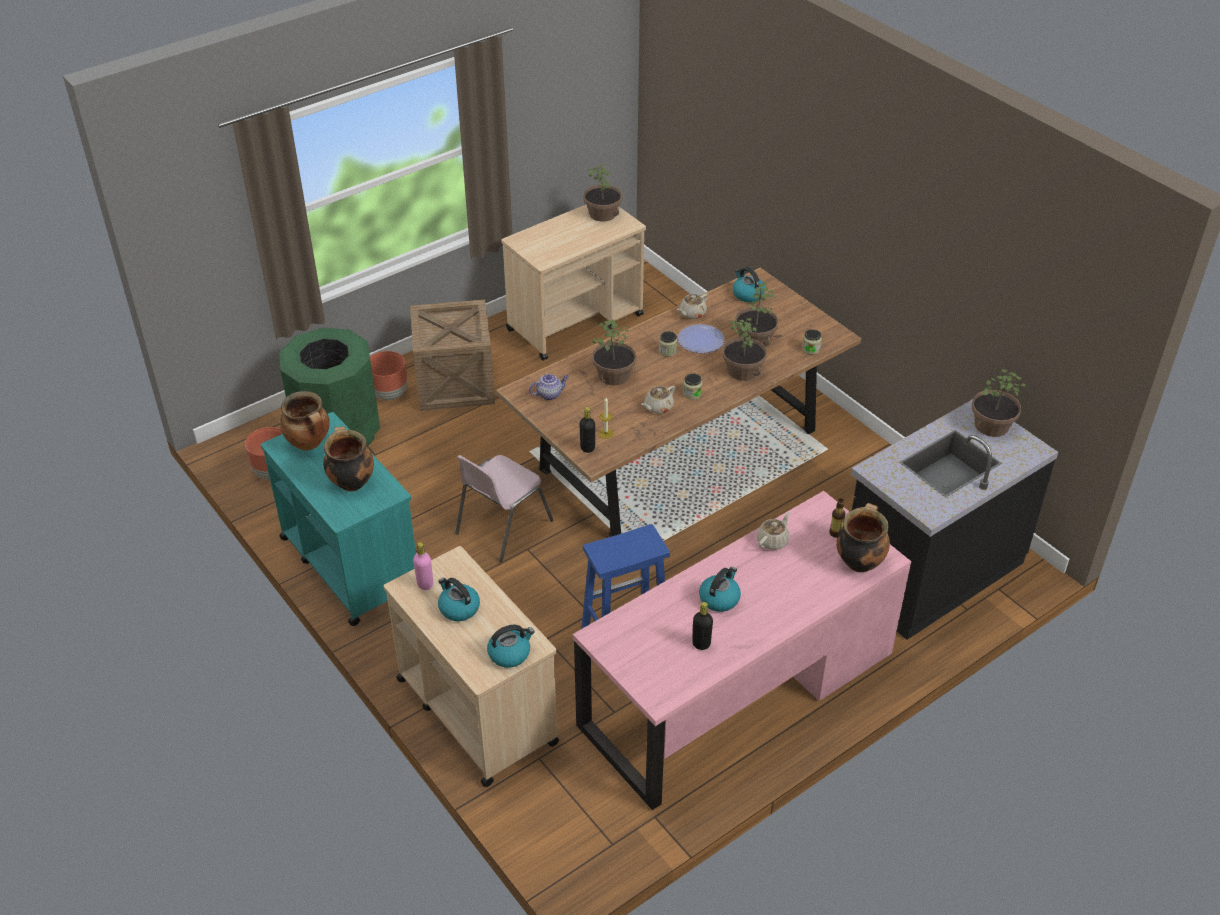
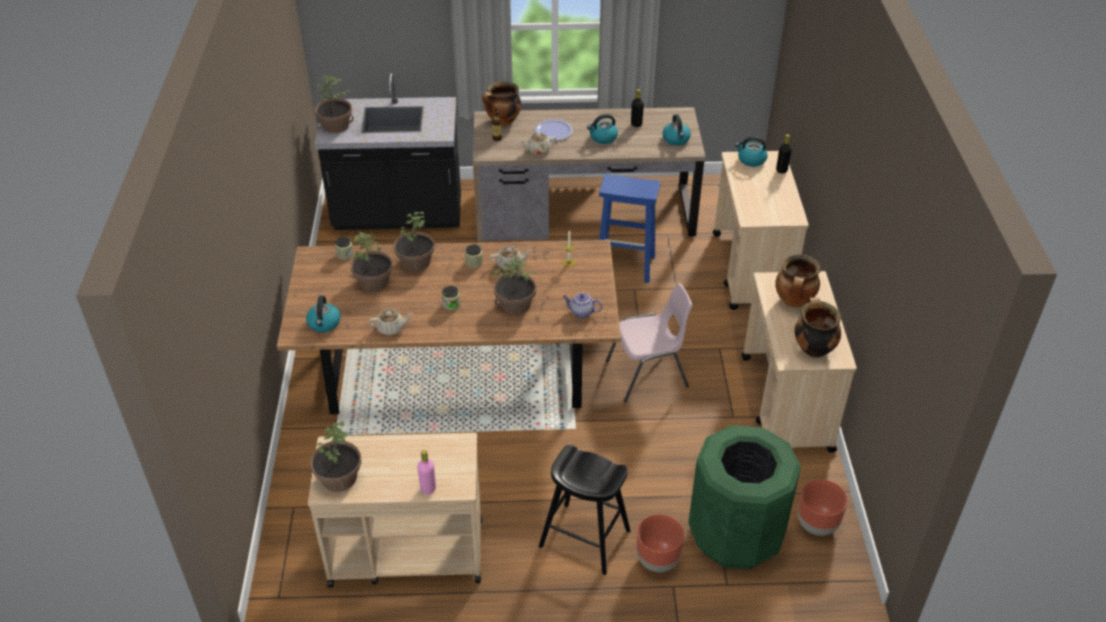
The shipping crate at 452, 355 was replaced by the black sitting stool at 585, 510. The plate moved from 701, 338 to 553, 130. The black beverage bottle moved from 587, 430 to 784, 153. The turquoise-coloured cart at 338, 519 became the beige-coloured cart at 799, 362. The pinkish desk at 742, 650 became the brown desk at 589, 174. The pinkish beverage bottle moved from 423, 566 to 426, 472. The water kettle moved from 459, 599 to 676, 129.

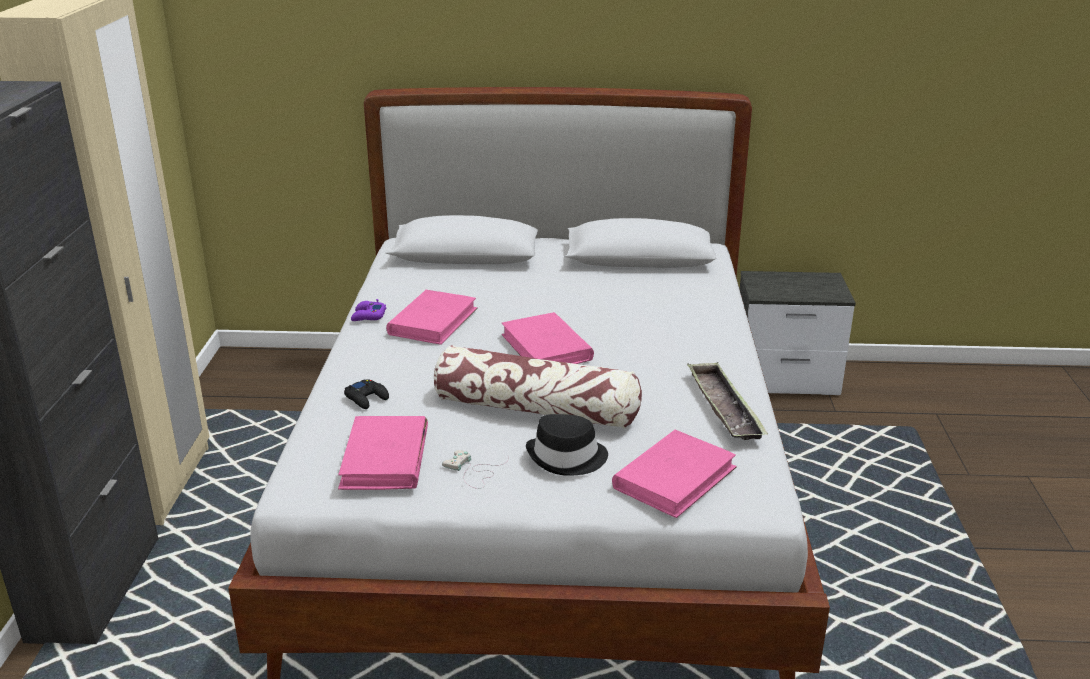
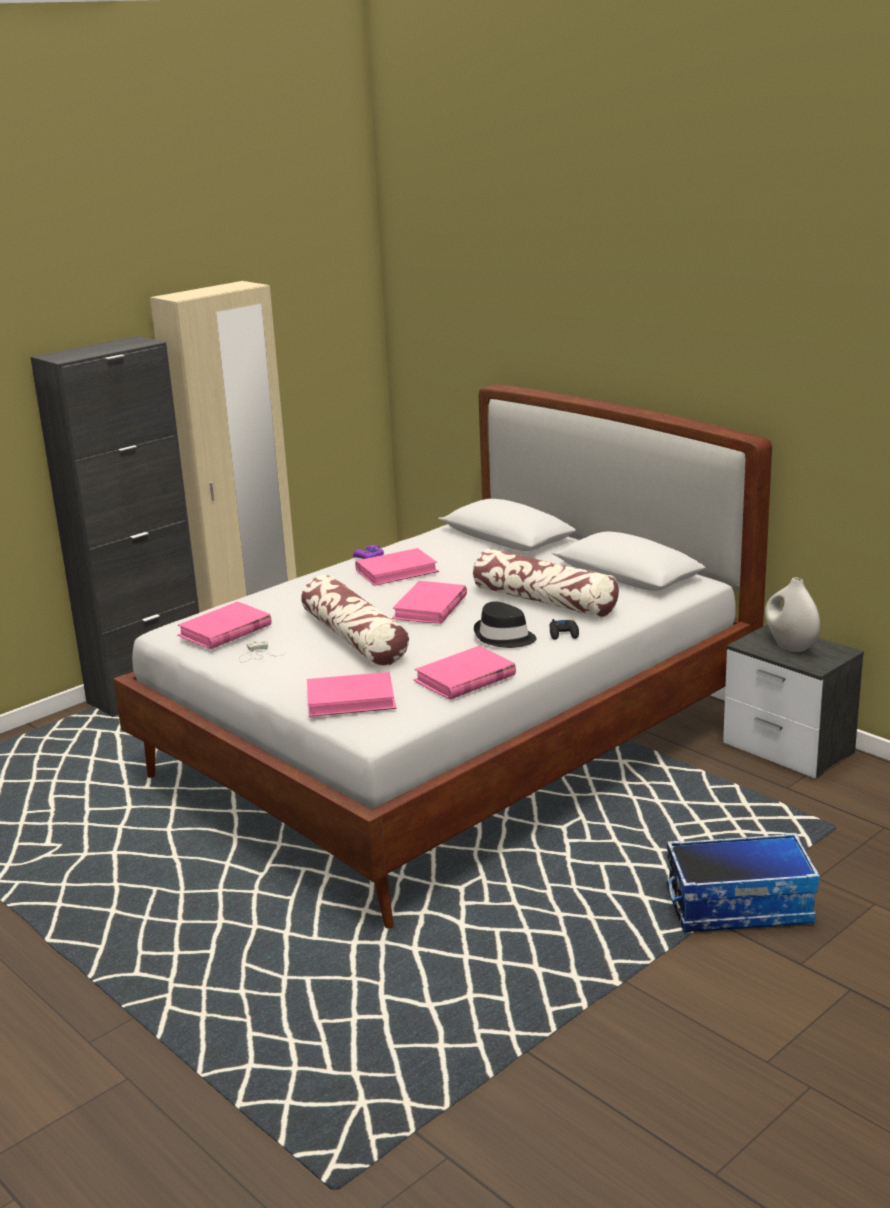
The serving tray at 727, 401 was replaced by the pinkish book at 465, 673. The black gamepad moved from 366, 394 to 564, 629. The black wearable hat moved from 567, 445 to 505, 624. The cushion at 546, 583 appeared. The white-coloured vase at 792, 614 appeared. The storage container at 743, 882 appeared.

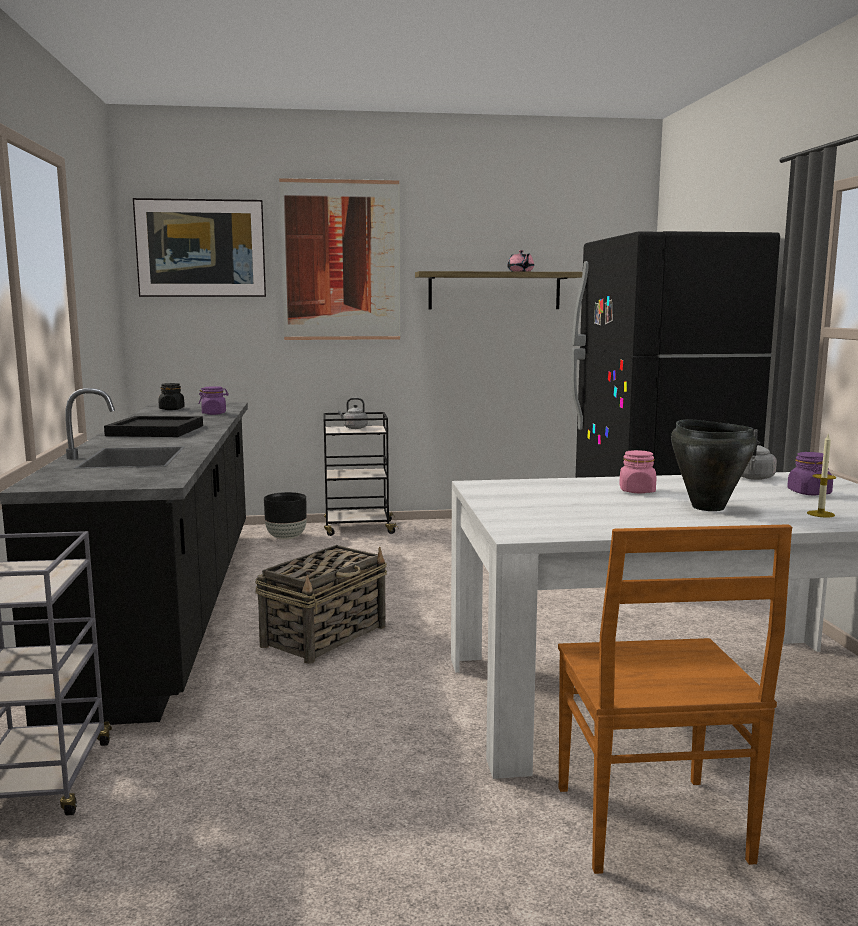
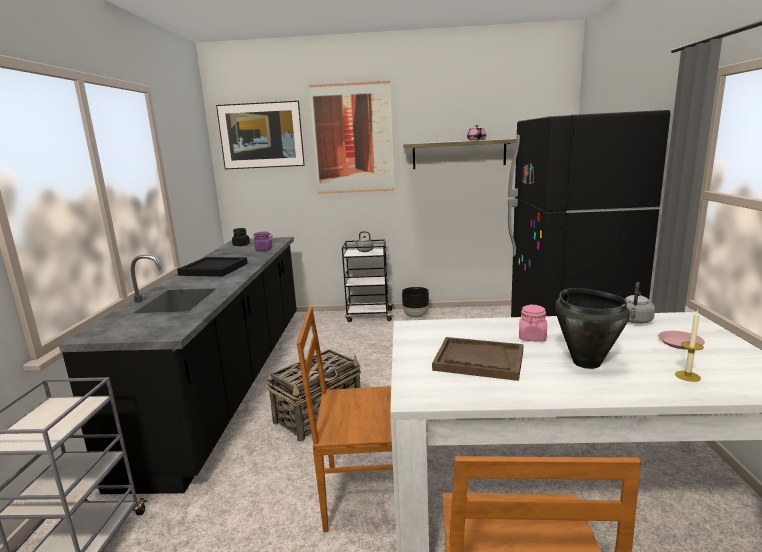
The purple-coloured storage jar at 810, 473 was replaced by the pinkish plate at 681, 340. The black plant pot moved from 285, 516 to 415, 302. The brown plain chair at 345, 419 appeared. The brown serving tray at 478, 359 appeared.

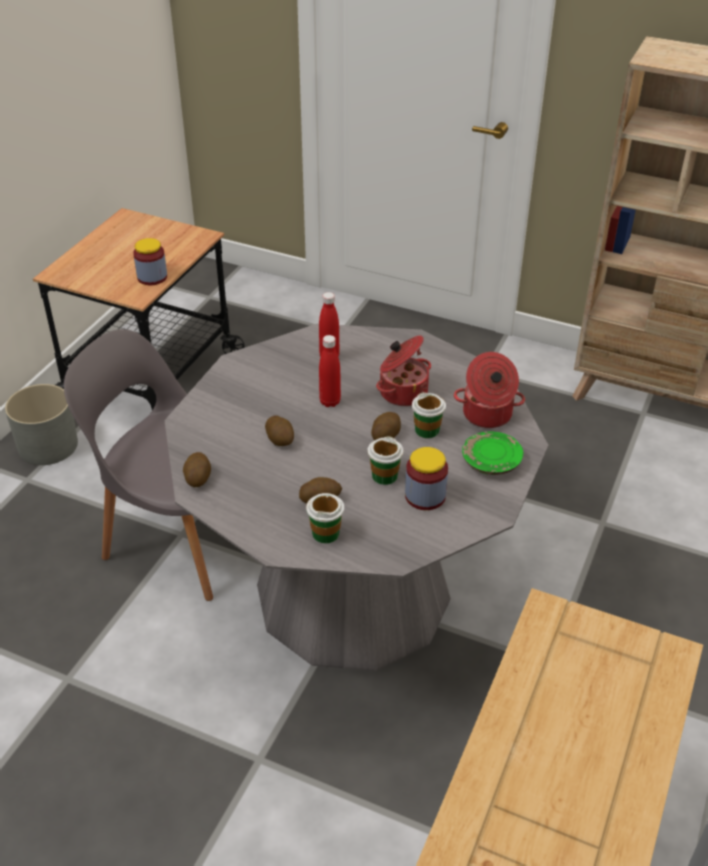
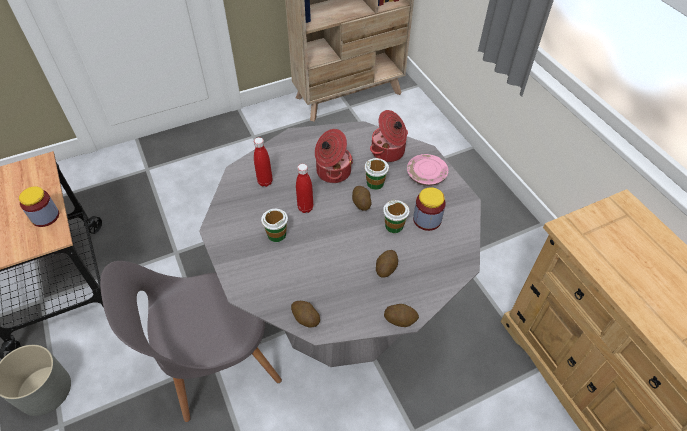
The whole potato moved from 279, 430 to 401, 315. The greenish plate at 492, 453 became the pinkish plate at 427, 170. The cup moved from 325, 518 to 274, 225.

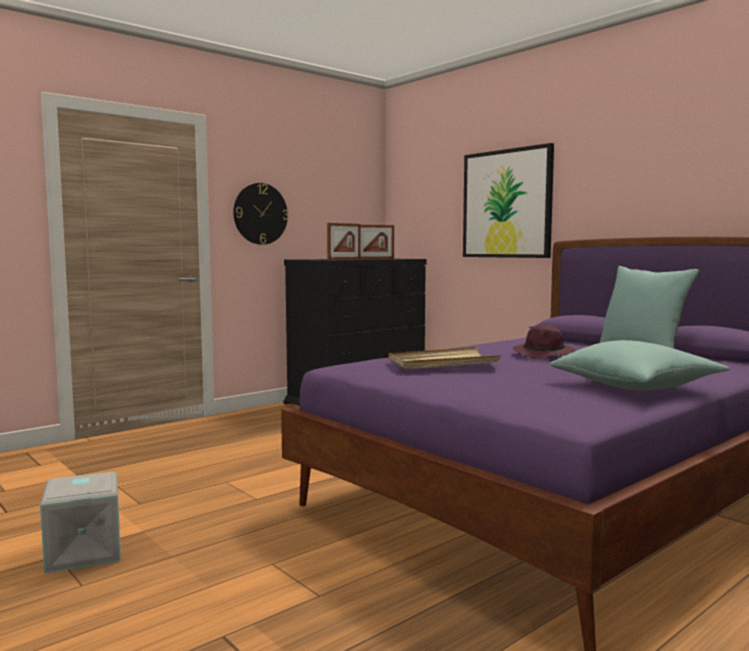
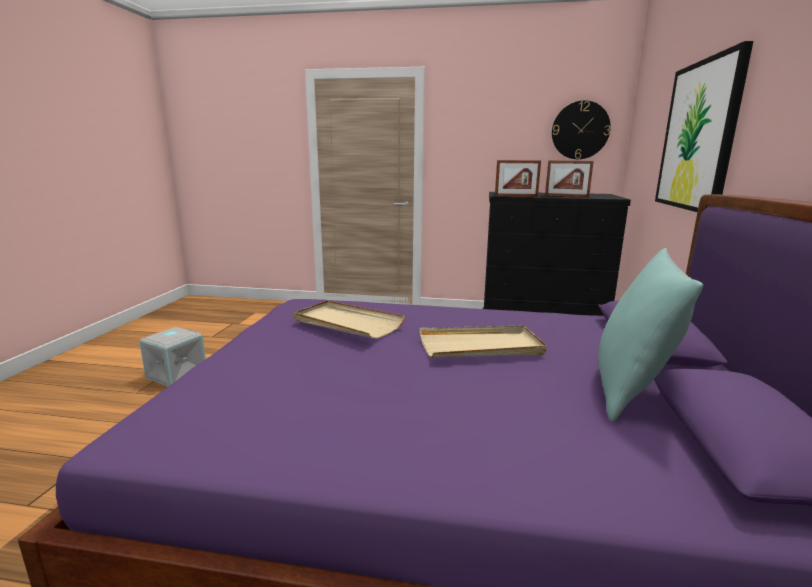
The hanging clock moved from 260, 214 to 581, 129. The purple-coloured wearable hat at 544, 342 was replaced by the beige-coloured serving tray at 483, 341. The turquoise-coloured cushion at 640, 365 disappeared.

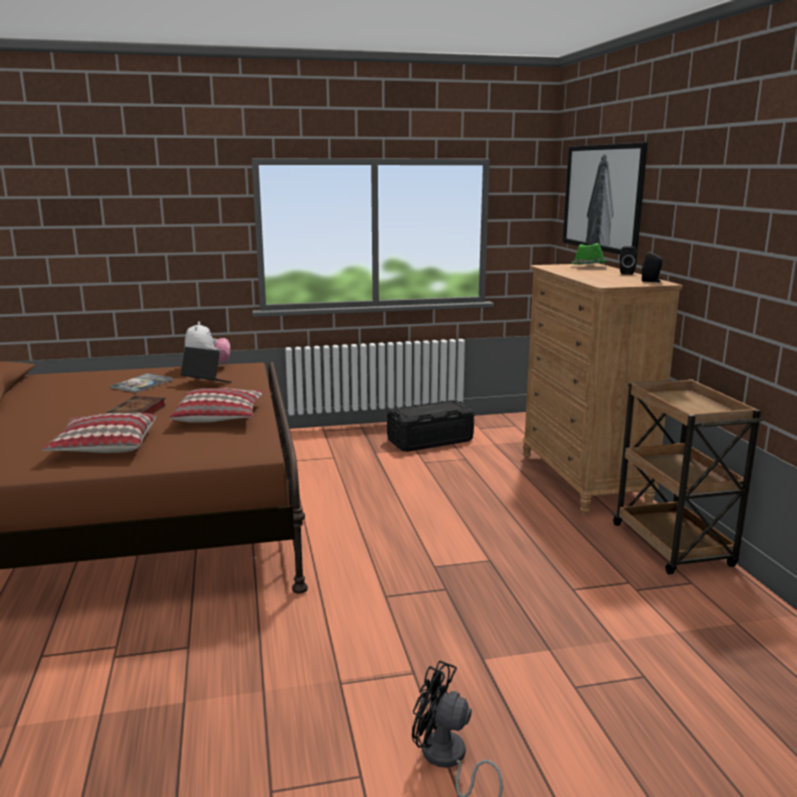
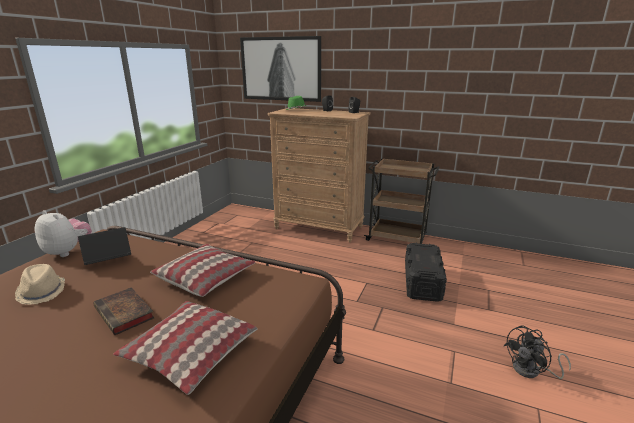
The book at 141, 383 was replaced by the beige-coloured wearable hat at 40, 284. The black storage container moved from 430, 426 to 426, 272.

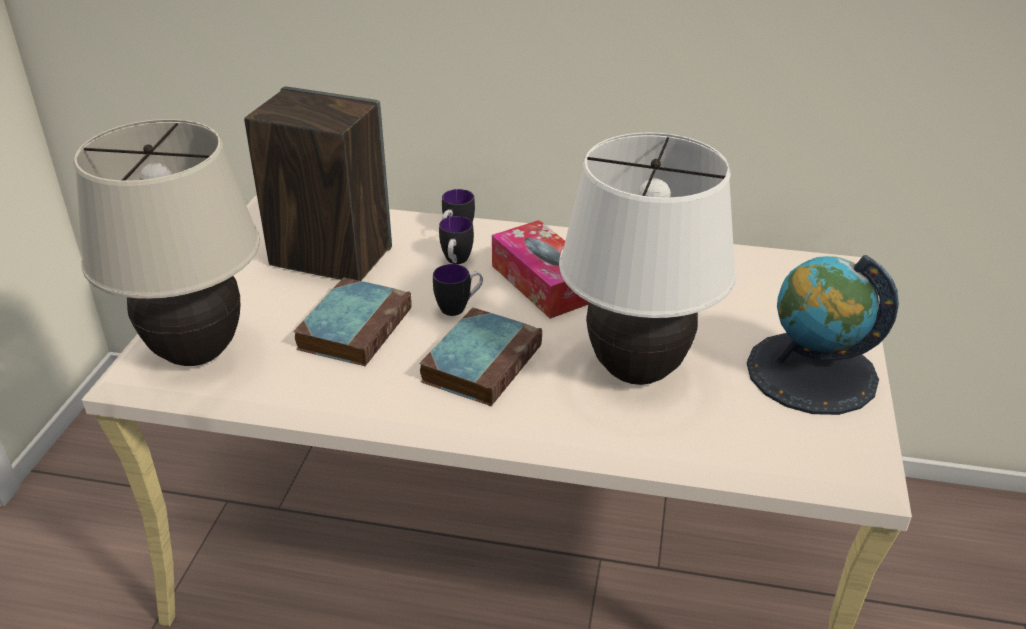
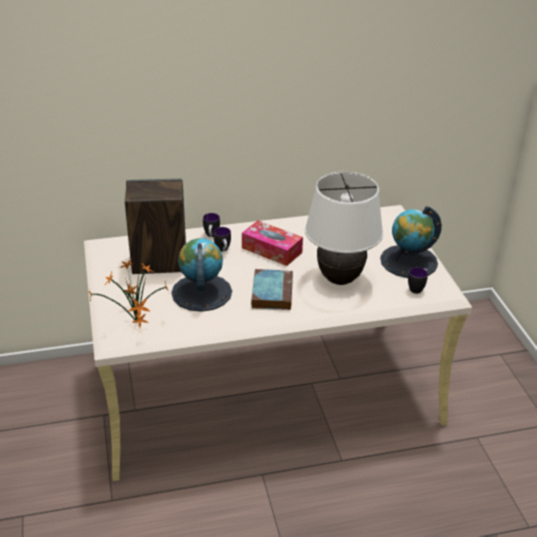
The beige-coloured table lamp at 167, 242 was replaced by the houseplant at 128, 293. The coffee mug moved from 458, 290 to 418, 280. The book at 352, 321 was replaced by the desk globe at 201, 275.

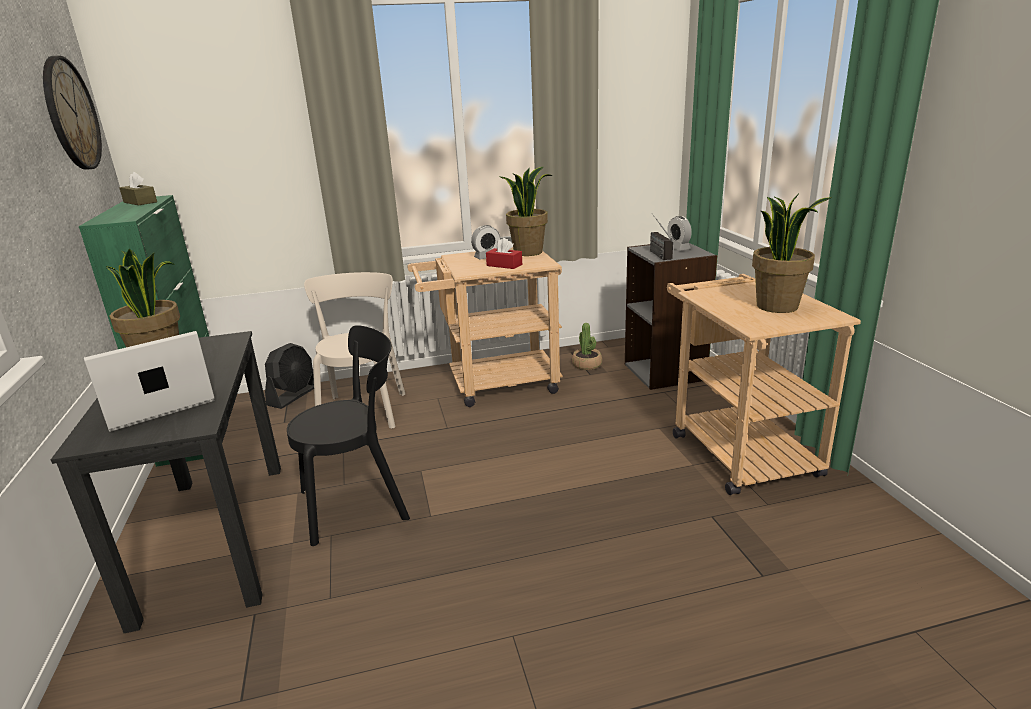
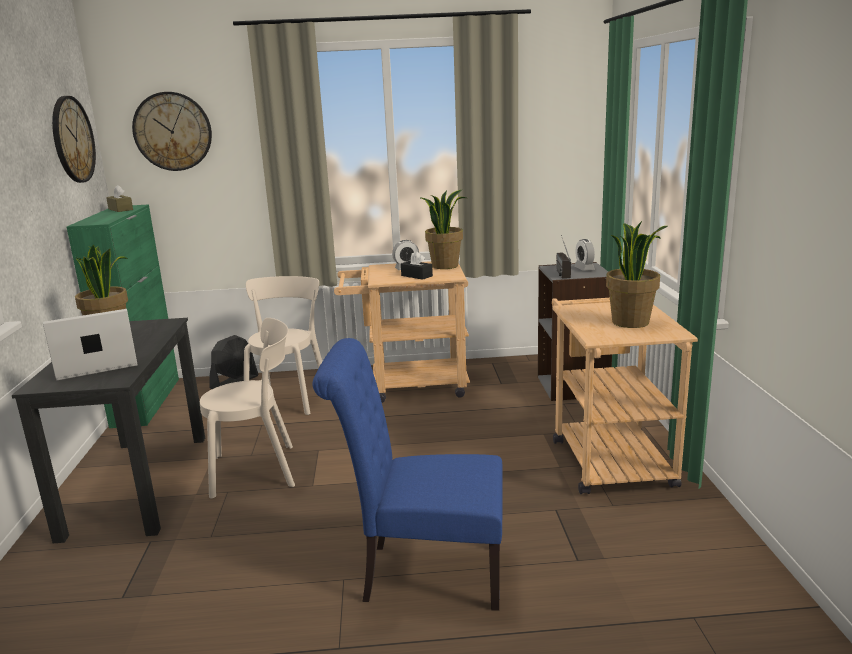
The red-coloured tissue holder at 504, 253 became the black tissue holder at 417, 265. The houseplant at 587, 346 disappeared. The black plain chair at 348, 435 became the beige-coloured plain chair at 247, 408. The hanging clock at 172, 131 appeared. The bluish plain chair at 408, 474 appeared.

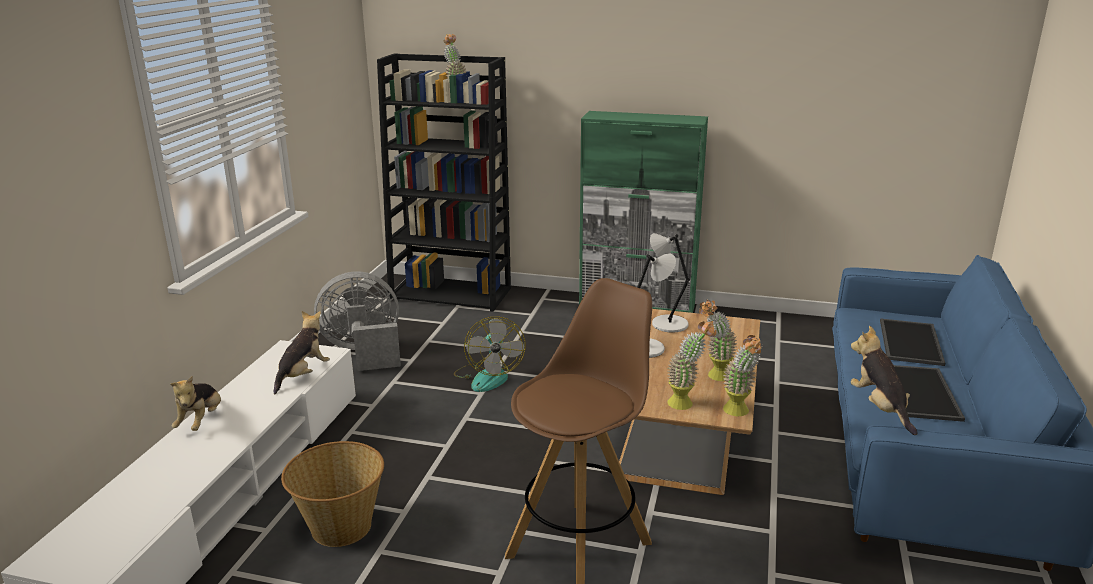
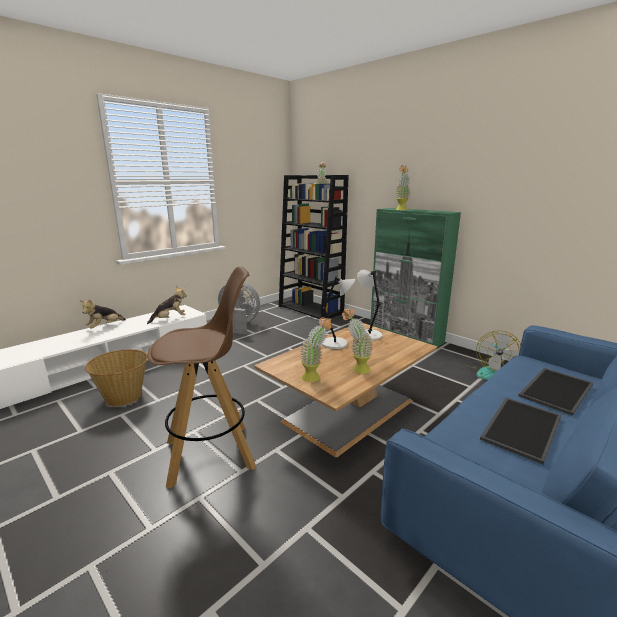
The electric fan moved from 489, 354 to 493, 355. The plush toy at 884, 380 disappeared. The houseplant moved from 743, 375 to 402, 187.

